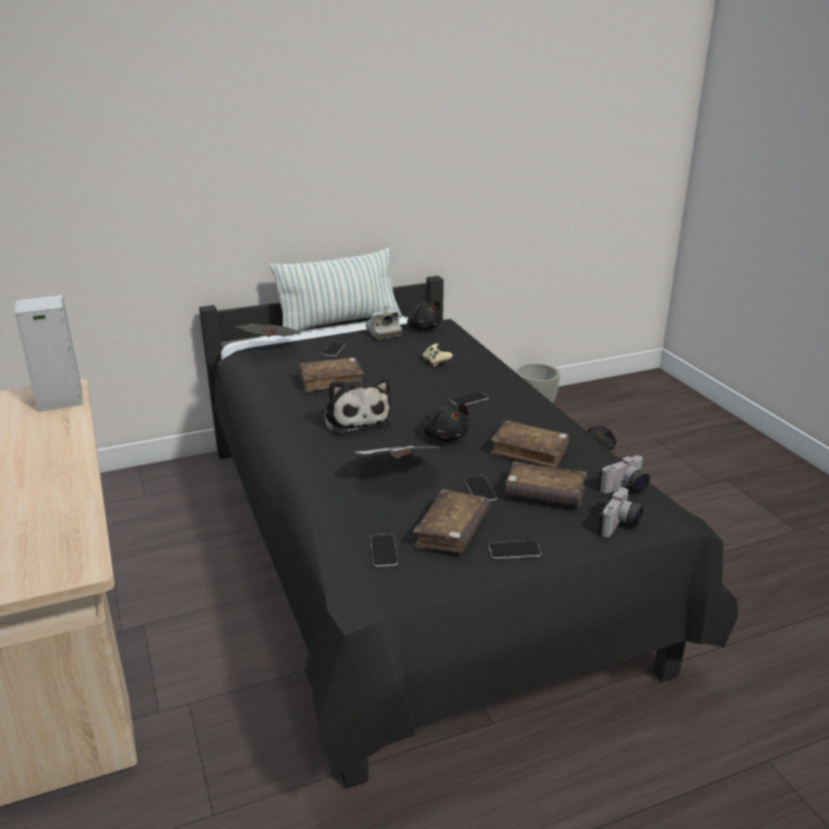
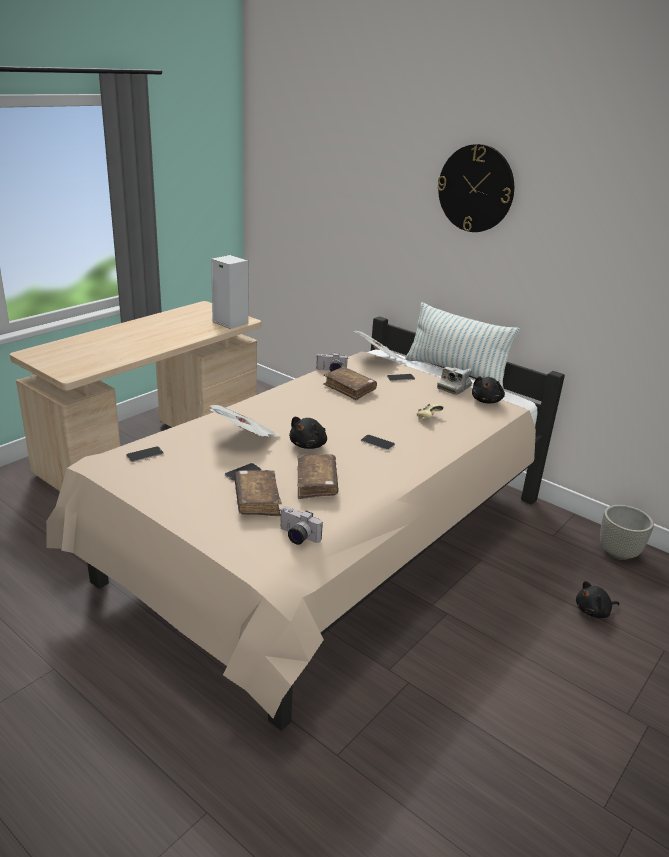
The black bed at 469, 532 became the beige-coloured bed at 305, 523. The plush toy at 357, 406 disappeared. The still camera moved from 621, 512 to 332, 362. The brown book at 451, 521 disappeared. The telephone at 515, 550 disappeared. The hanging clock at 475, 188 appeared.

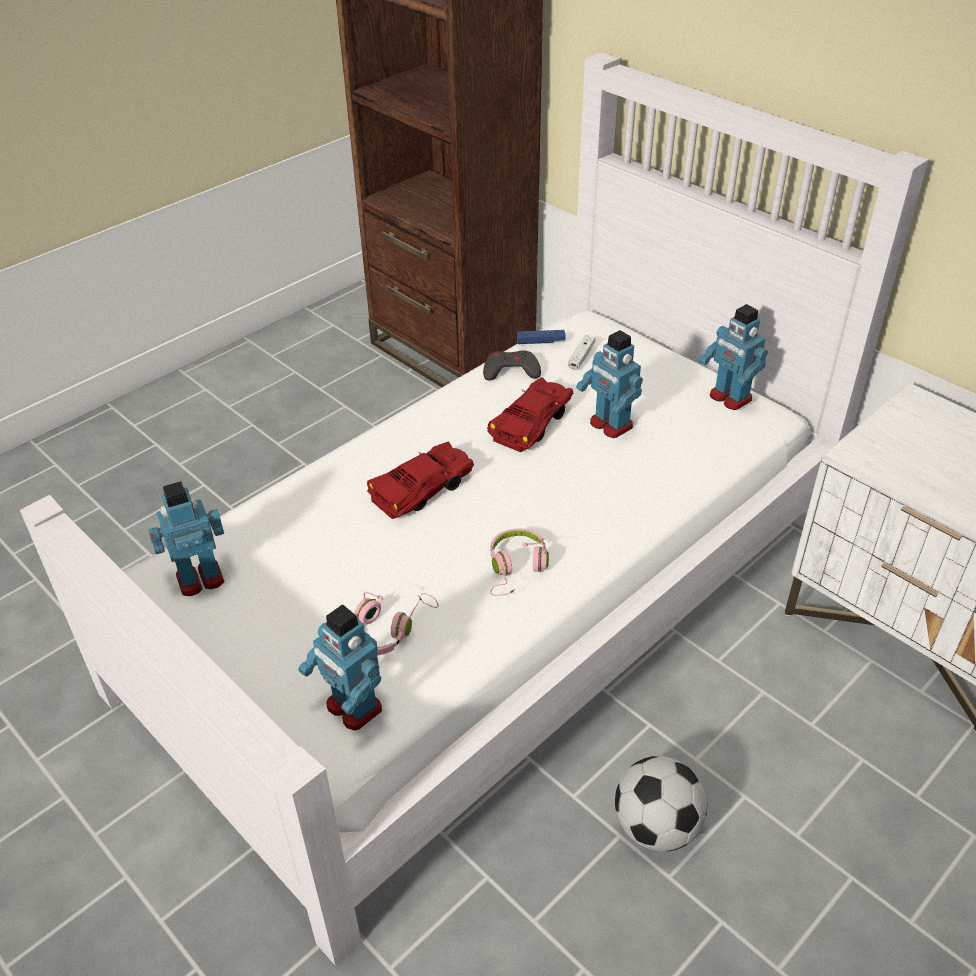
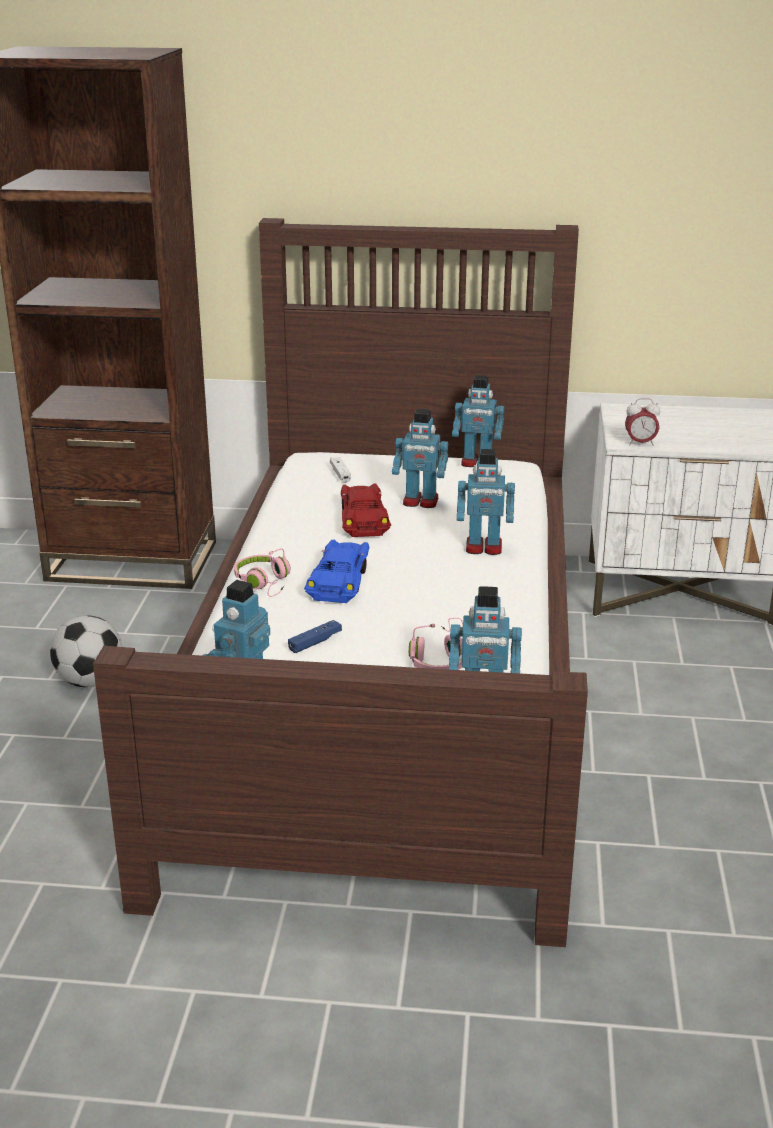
The white-coloured bed at 474, 509 became the brown bed at 340, 582. The bluish gamepad moved from 541, 337 to 315, 636. The greyish gamepad at 512, 366 disappeared. The red-coloured model car at 420, 480 became the bluish model car at 336, 571. The pinkish pair of headphones moved from 519, 562 to 262, 572. The football ball moved from 661, 804 to 86, 651. The table clock at 642, 422 appeared. The robot figure at 486, 502 appeared.

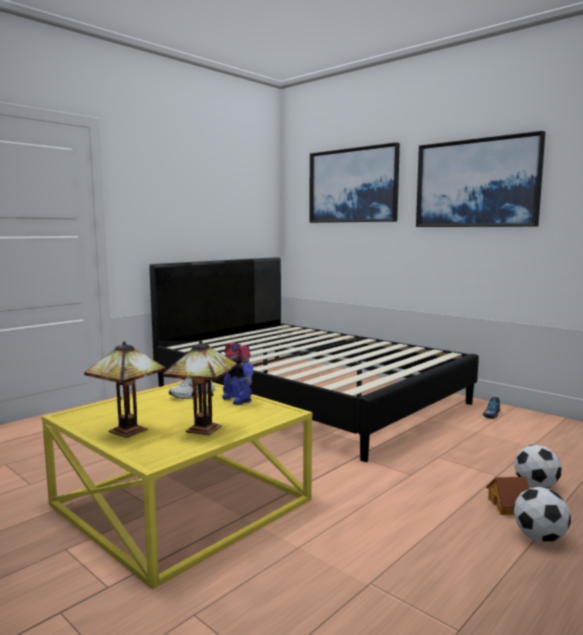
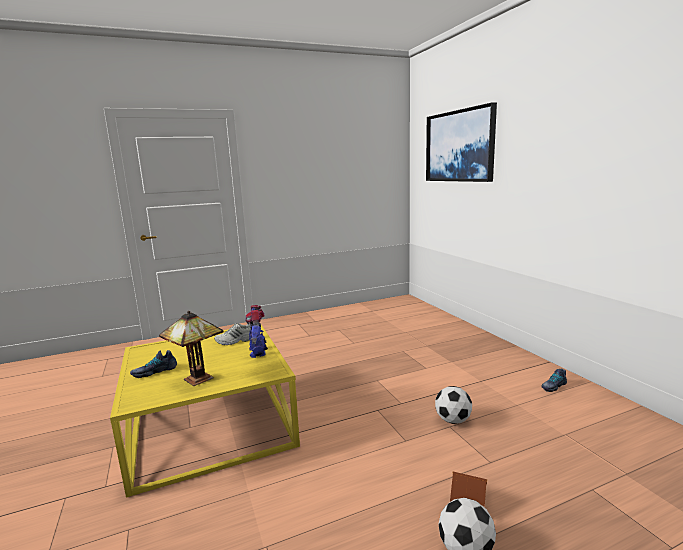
The picture at 480, 179 disappeared. The black bed at 314, 359 disappeared. The table lamp at 125, 389 was replaced by the low shoe at 153, 364. The football ball moved from 538, 466 to 453, 405.

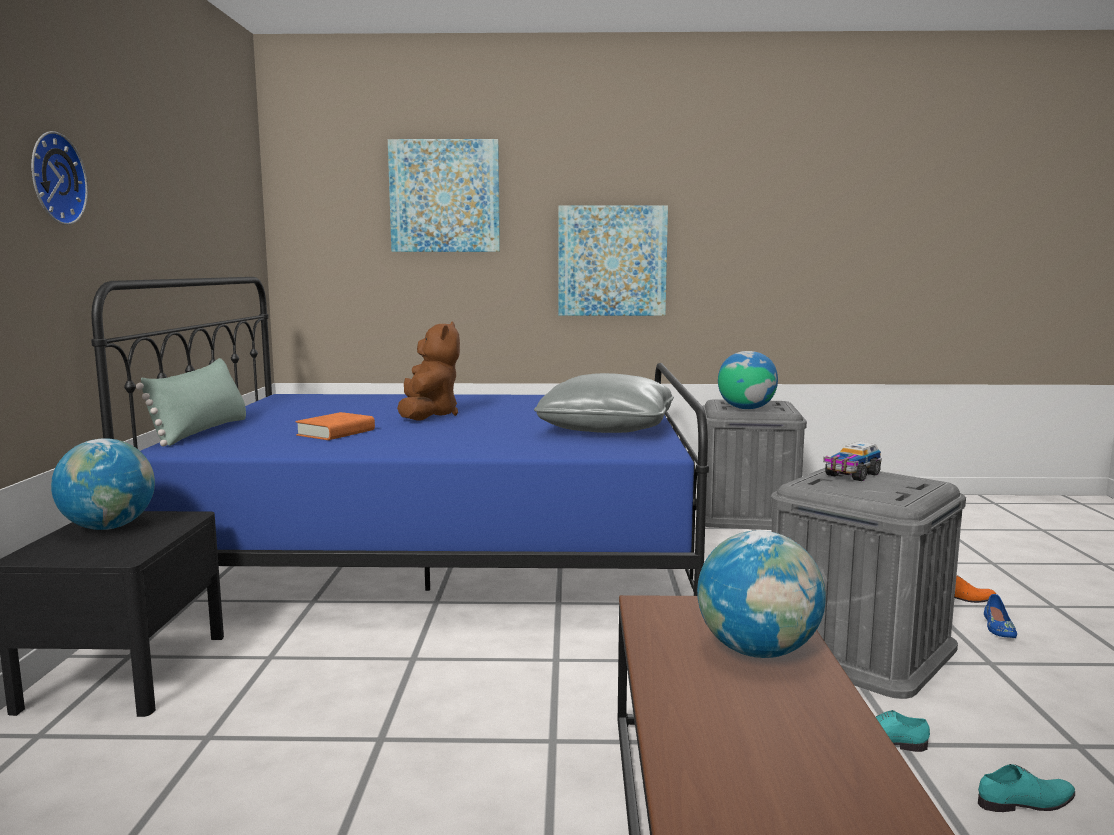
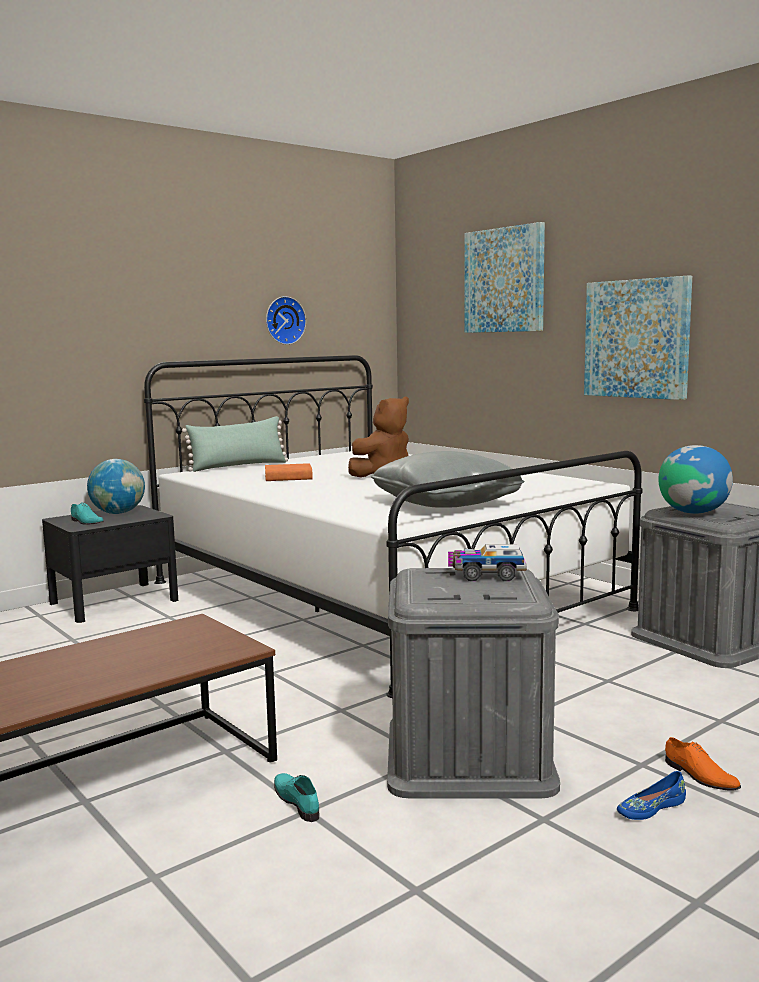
The hanging clock moved from 59, 178 to 286, 320. The bluish bed at 400, 436 became the white-coloured bed at 393, 526. The desk globe at 761, 594 disappeared. The turquoise-coloured low shoe moved from 1026, 788 to 87, 513.

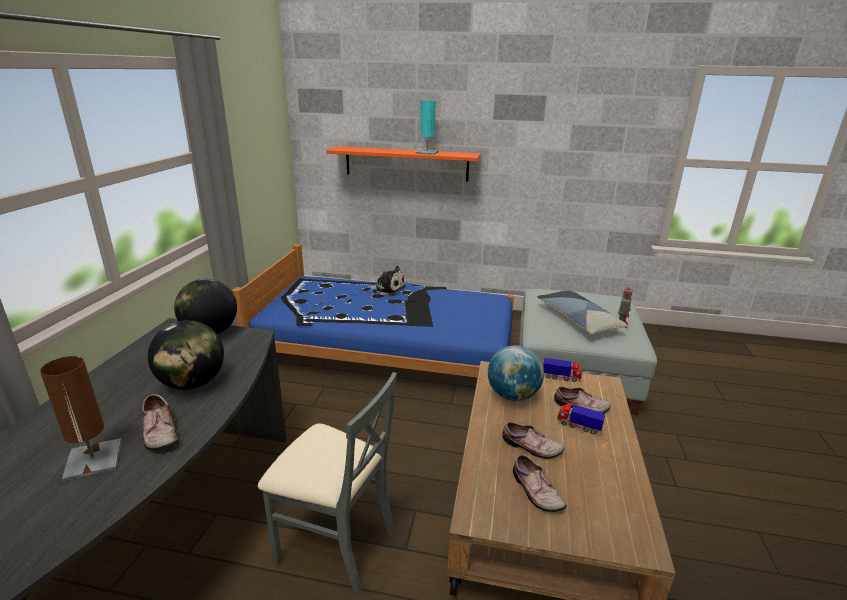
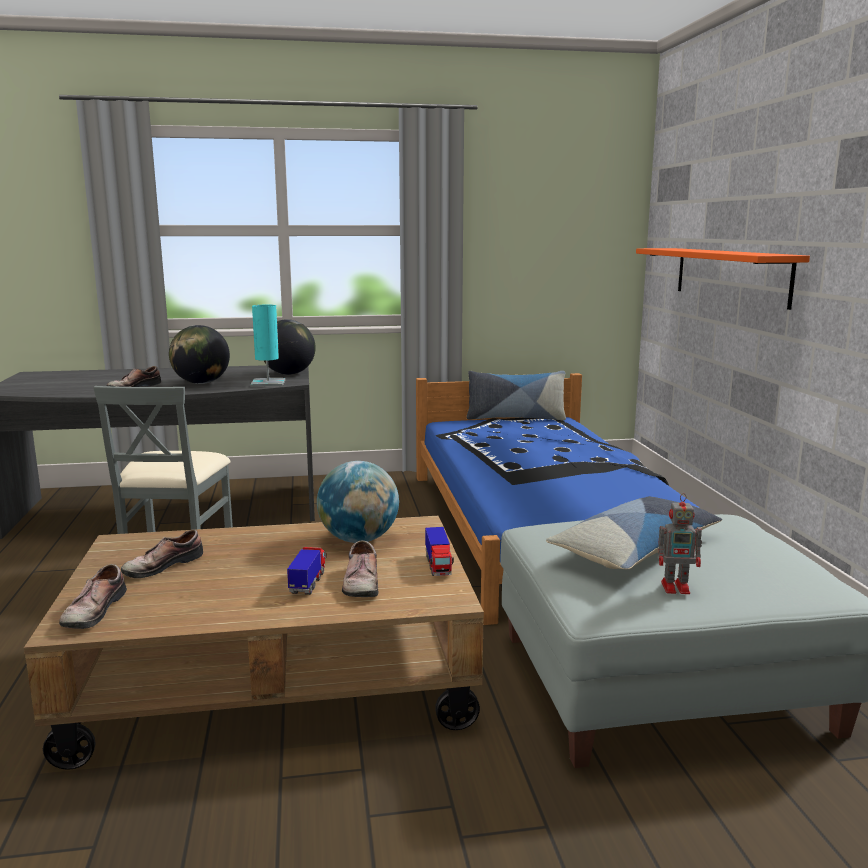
The turquoise-coloured table lamp moved from 427, 128 to 268, 346. The plush toy at 385, 281 disappeared. The brown table lamp at 80, 419 disappeared. The low shoe moved from 533, 440 to 93, 596. The cushion at 516, 395 appeared.

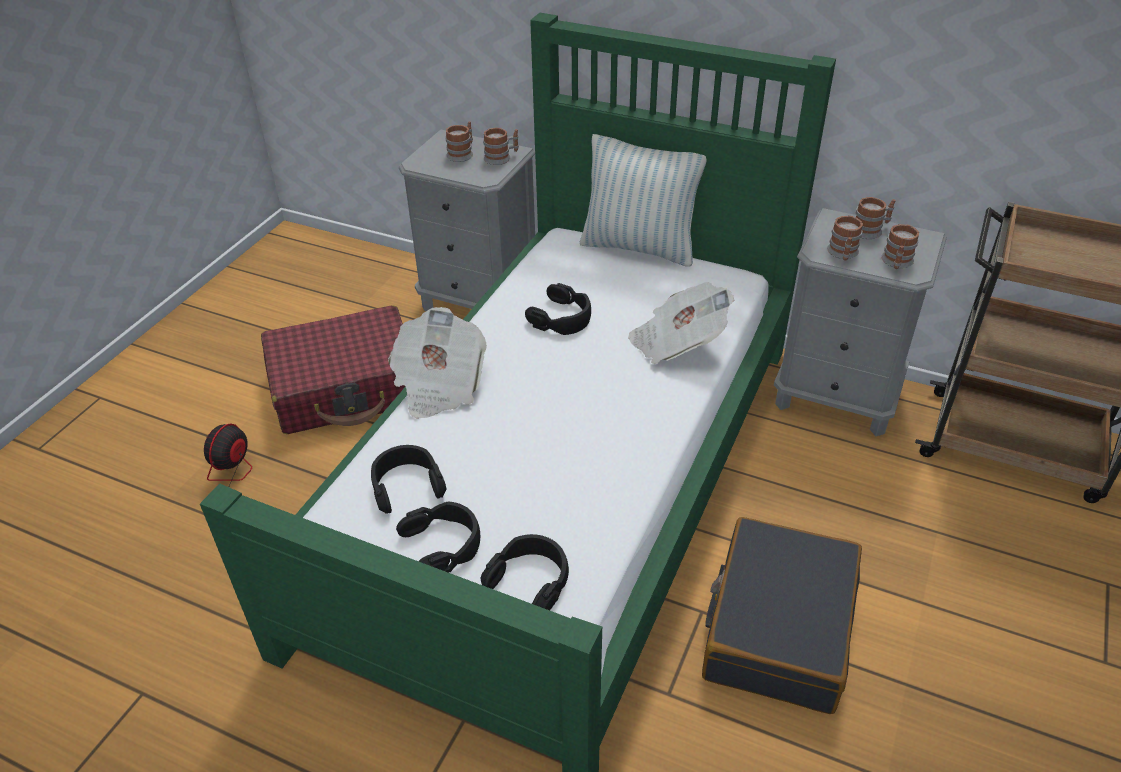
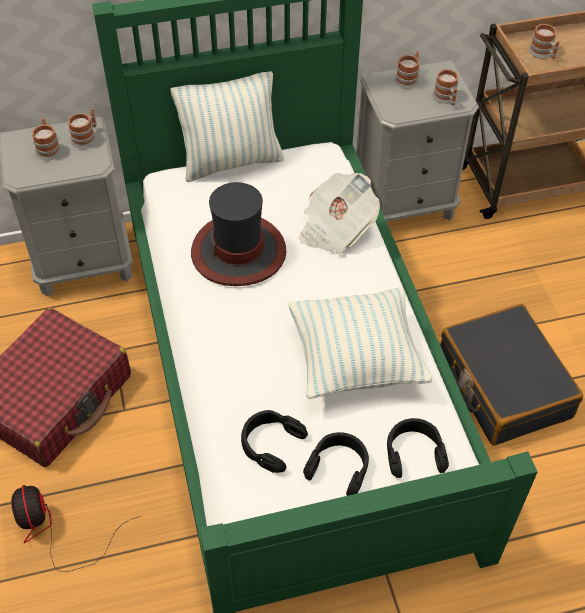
The coffee mug moved from 845, 238 to 544, 41. The black pair of headphones at 558, 309 was replaced by the wearable hat at 238, 234. The daily paper at 437, 363 disappeared. The cushion at 360, 343 appeared.

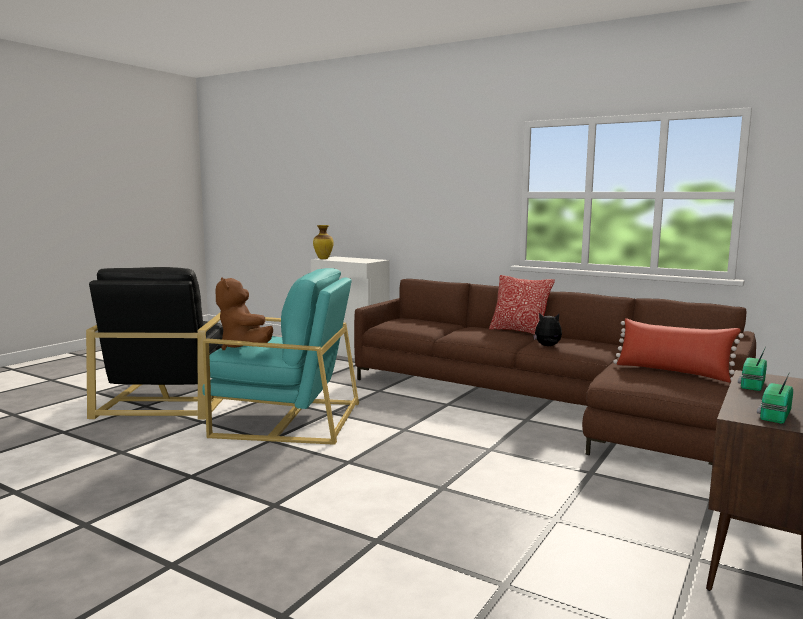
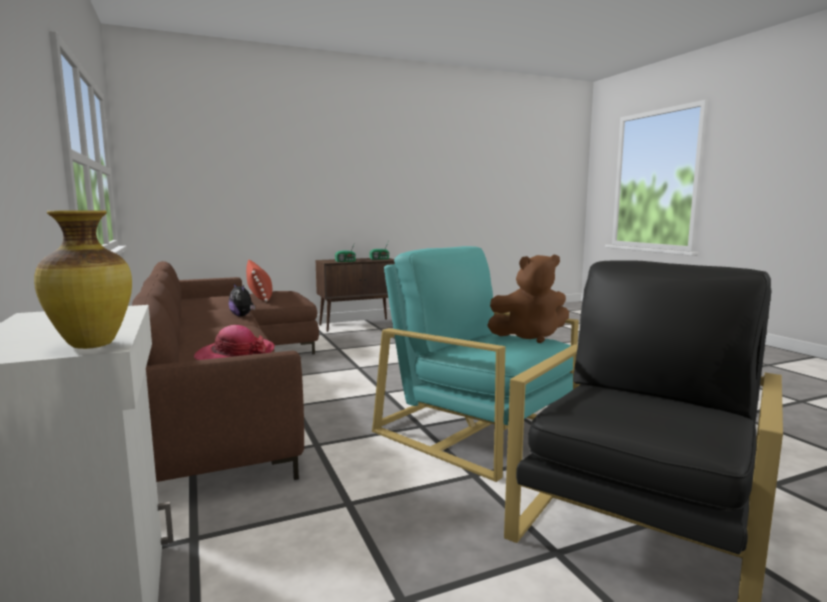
The cushion at 522, 305 disappeared. The brown plush toy at 244, 313 turned 75 degrees clockwise. The wearable hat at 234, 342 appeared.

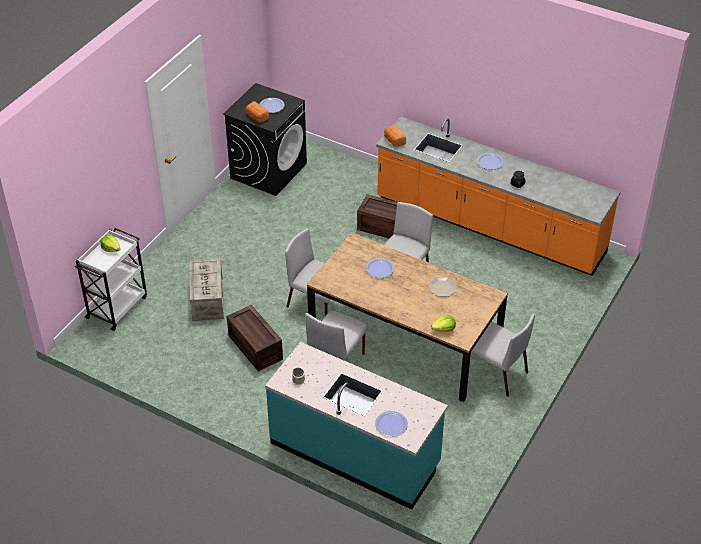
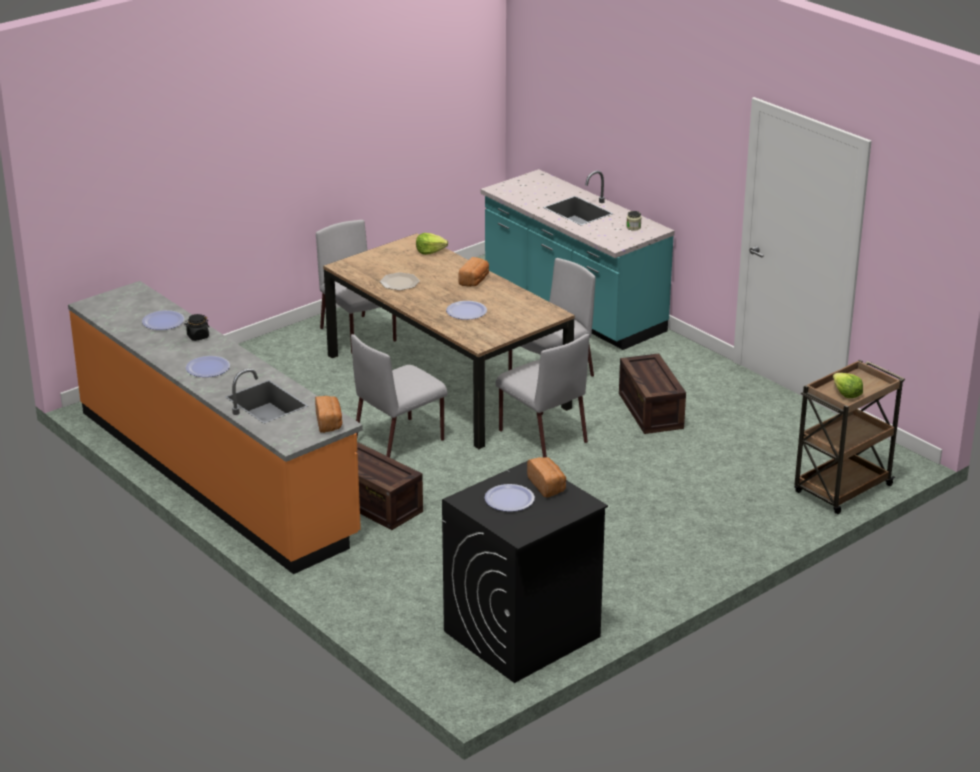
The white-coloured cart at 111, 279 became the brown cart at 849, 437. The shipping crate at 207, 289 disappeared. The plate moved from 391, 424 to 163, 320. The bakery bread at 474, 272 appeared.

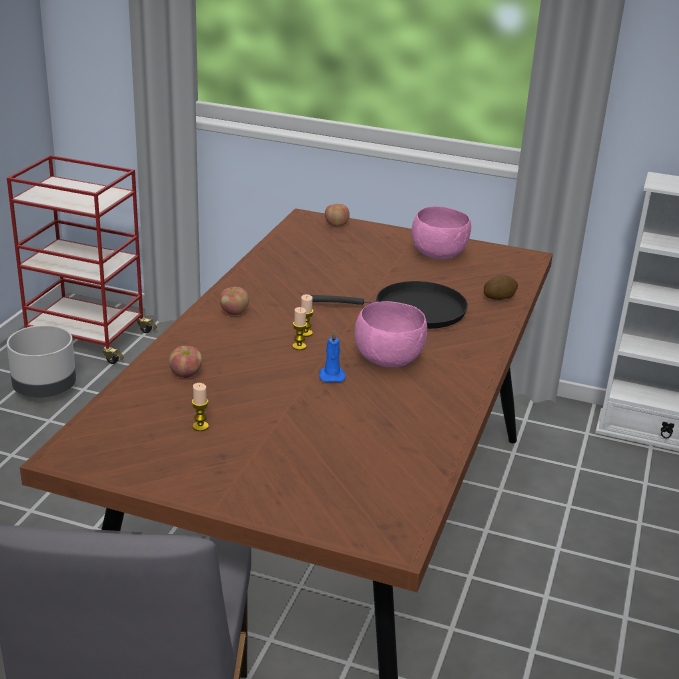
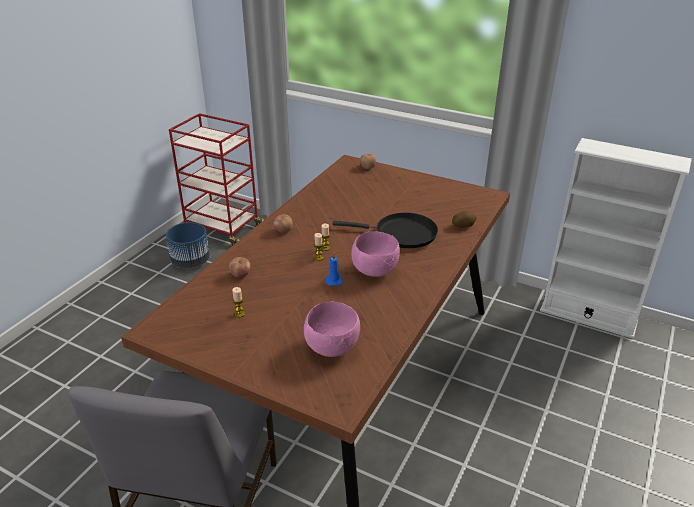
The pinkish serving bowl moved from 441, 232 to 332, 329. The greyish plant pot at 41, 361 became the bluish plant pot at 188, 245.

